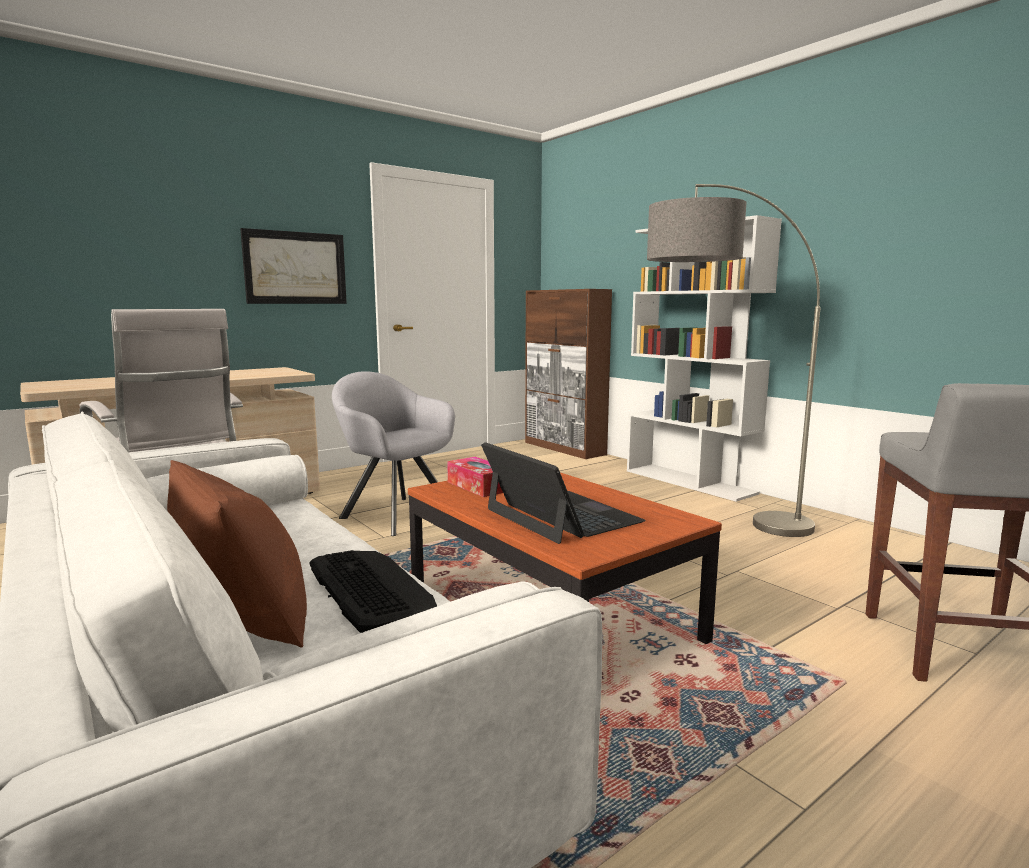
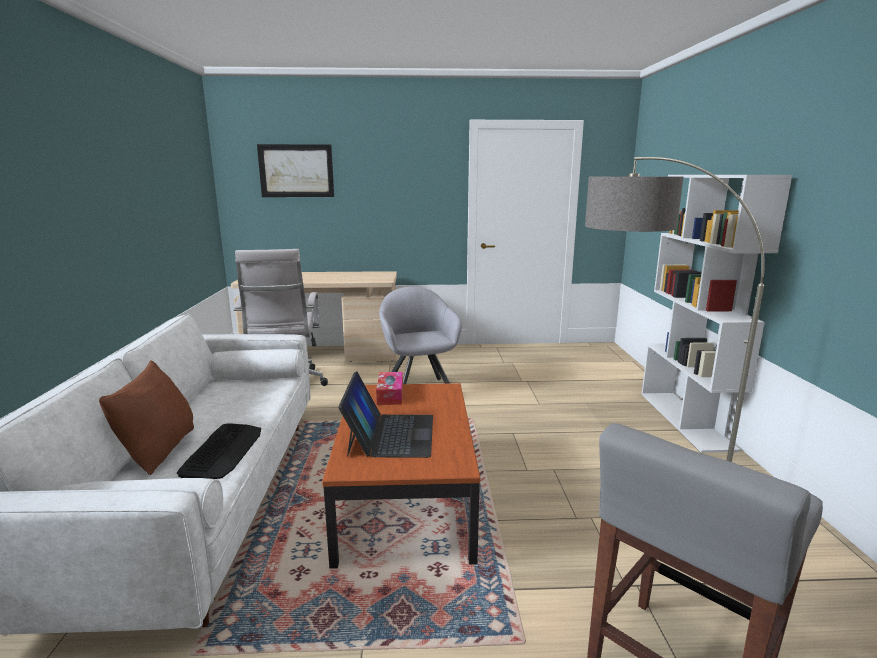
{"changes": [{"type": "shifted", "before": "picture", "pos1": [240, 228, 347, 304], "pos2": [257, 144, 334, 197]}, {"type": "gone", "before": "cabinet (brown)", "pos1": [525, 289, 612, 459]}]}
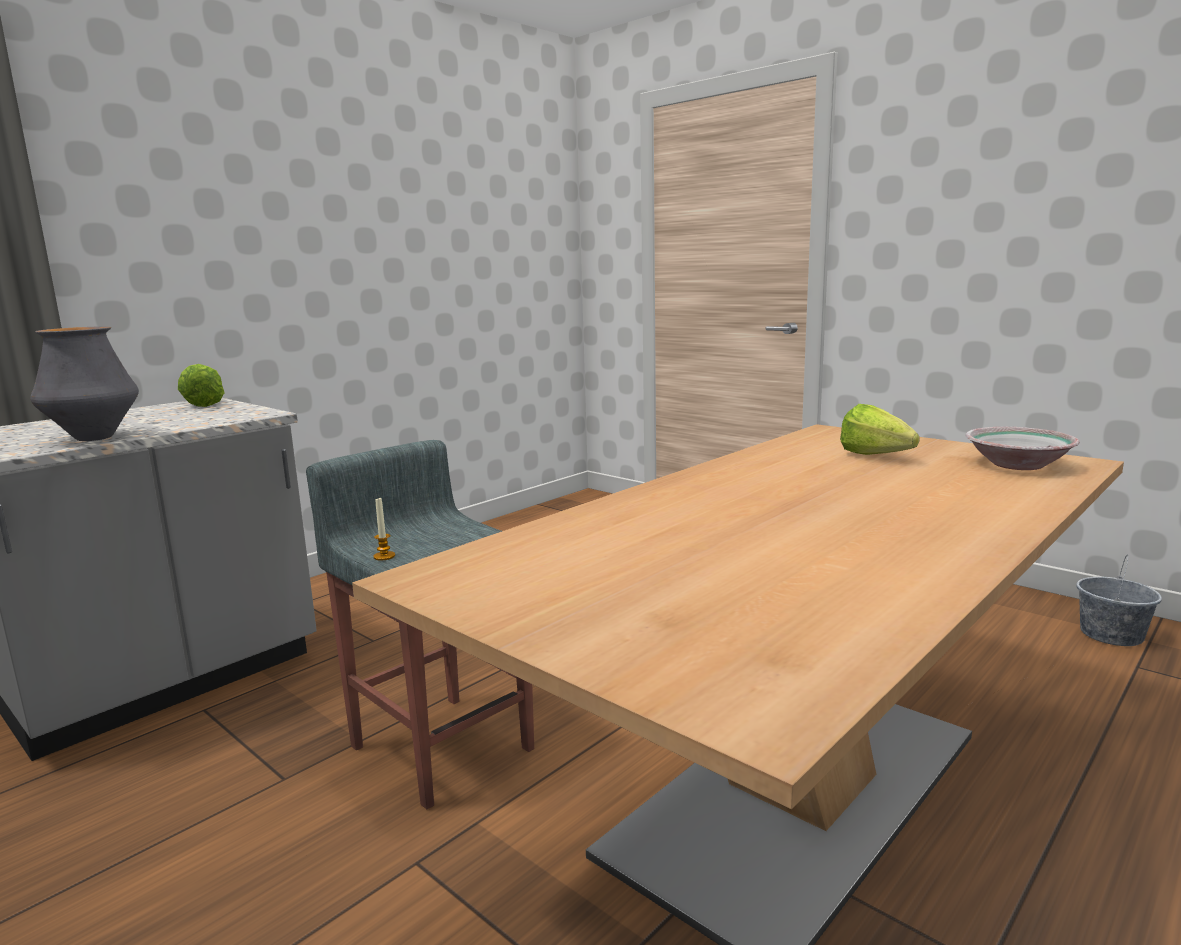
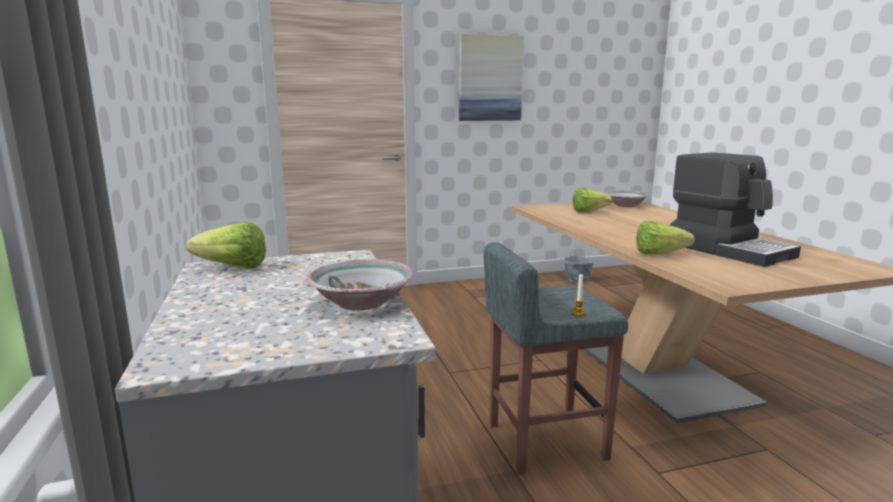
{"changes": [{"type": "swapped", "before": "vase", "after": "bowl", "pos1": [30, 326, 139, 441], "pos2": [306, 259, 414, 310]}, {"type": "new", "after": "picture", "pos2": [459, 34, 524, 121]}, {"type": "new", "after": "coffee machine", "pos2": [670, 152, 801, 267]}, {"type": "new", "after": "lettuce", "pos2": [637, 221, 695, 254]}]}
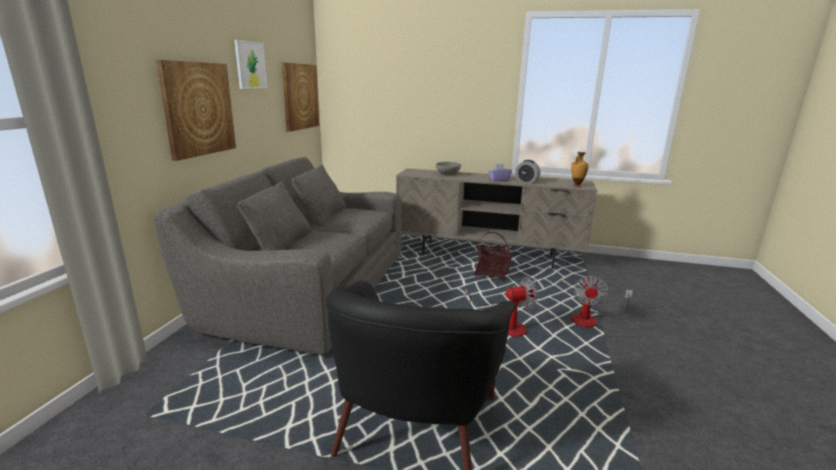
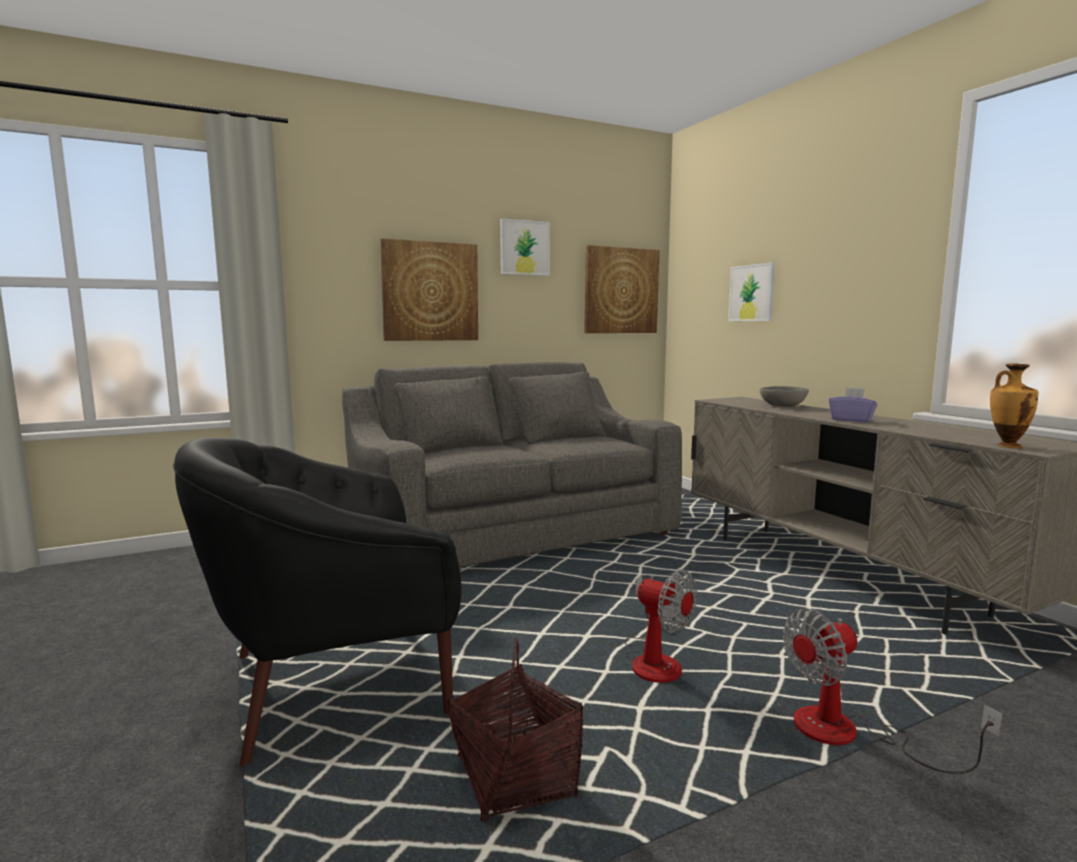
{"changes": [{"type": "gone", "before": "alarm clock", "pos1": [515, 160, 540, 183]}, {"type": "shifted", "before": "basket", "pos1": [475, 232, 512, 281], "pos2": [448, 637, 583, 823]}, {"type": "new", "after": "picture", "pos2": [728, 262, 775, 321]}]}
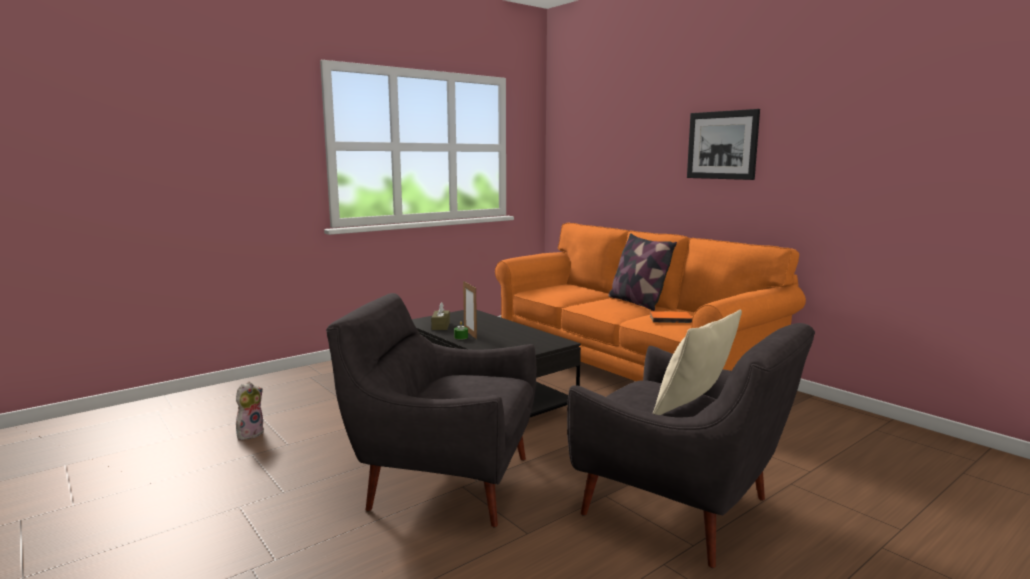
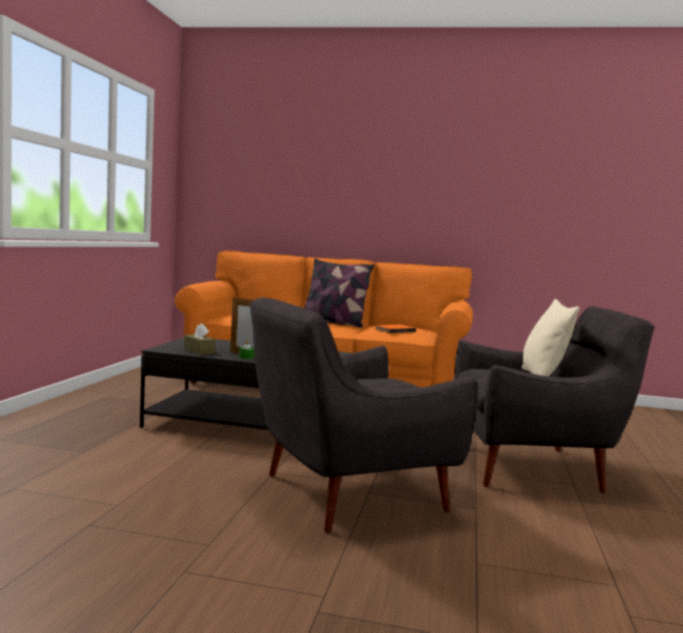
{"changes": [{"type": "gone", "before": "picture", "pos1": [687, 109, 760, 180]}, {"type": "gone", "before": "plush toy", "pos1": [236, 382, 264, 440]}]}
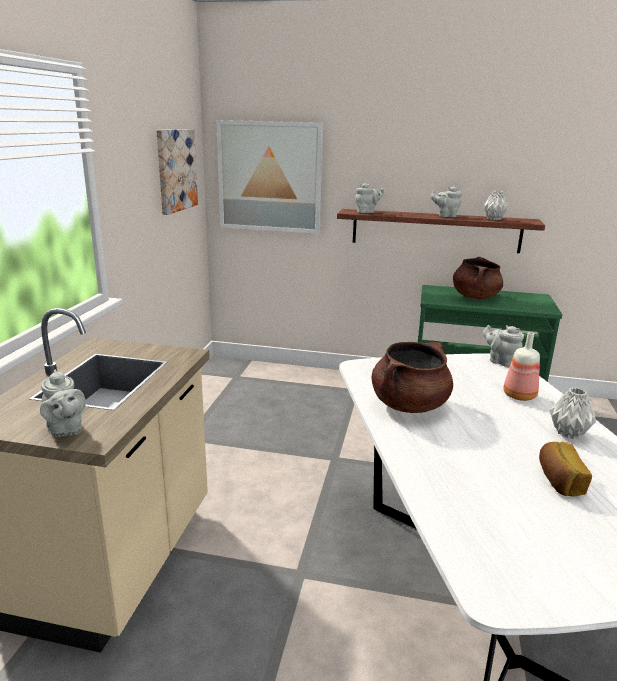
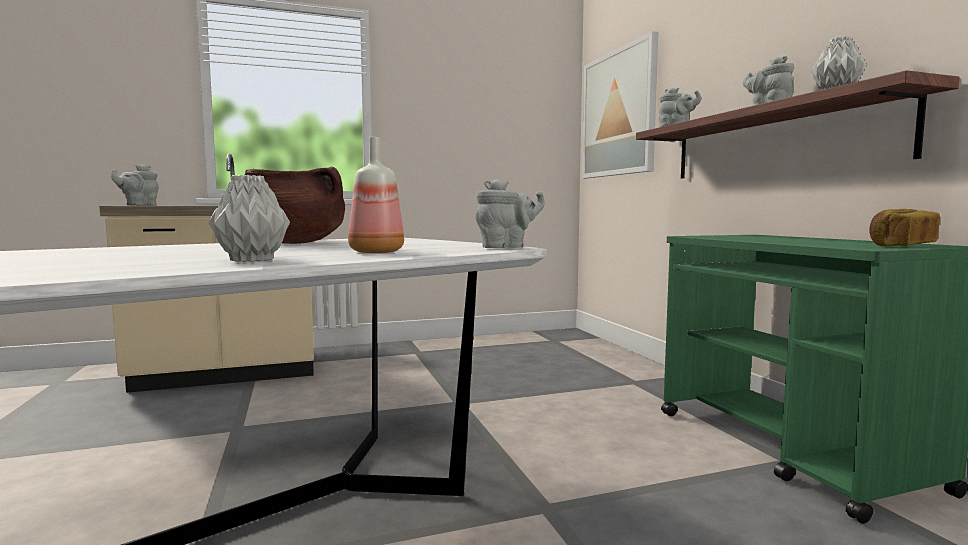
{"changes": [{"type": "gone", "before": "picture", "pos1": [156, 129, 198, 215]}, {"type": "gone", "before": "cooking pot (brown)", "pos1": [453, 257, 503, 299]}, {"type": "rotated", "before": "teapot (grey)", "pos1": [483, 325, 524, 367], "pos2": [475, 179, 545, 248], "turn": 60}, {"type": "shifted", "before": "bread", "pos1": [539, 442, 592, 496], "pos2": [869, 209, 940, 247]}]}
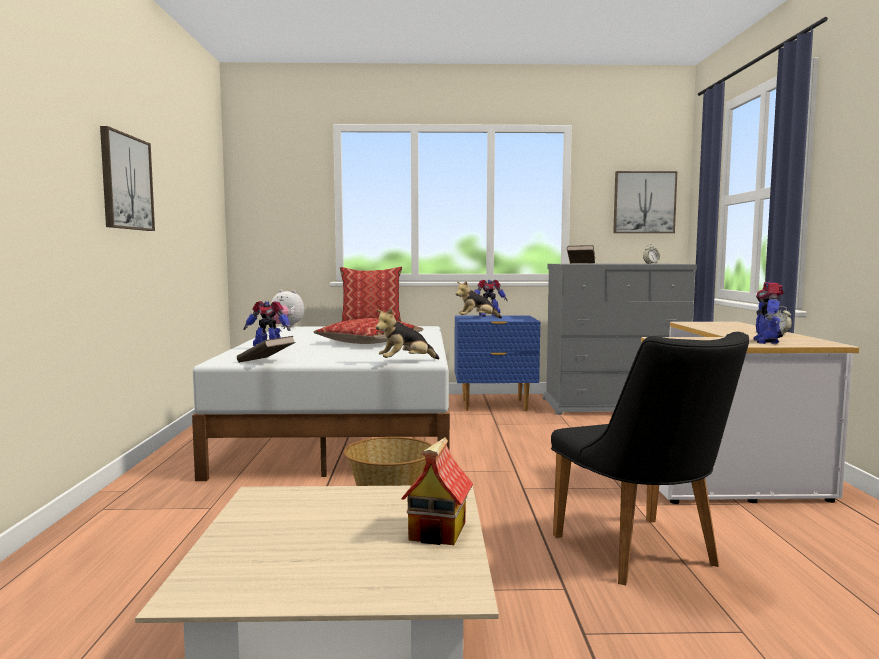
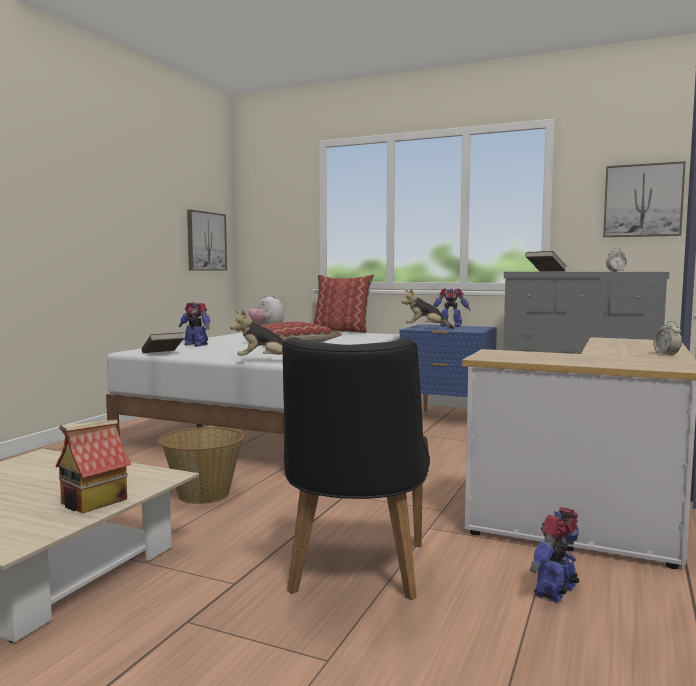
{"changes": [{"type": "shifted", "before": "picture", "pos1": [100, 126, 155, 231], "pos2": [187, 210, 227, 271]}, {"type": "shifted", "before": "toy robot", "pos1": [753, 281, 784, 344], "pos2": [530, 507, 579, 602]}]}
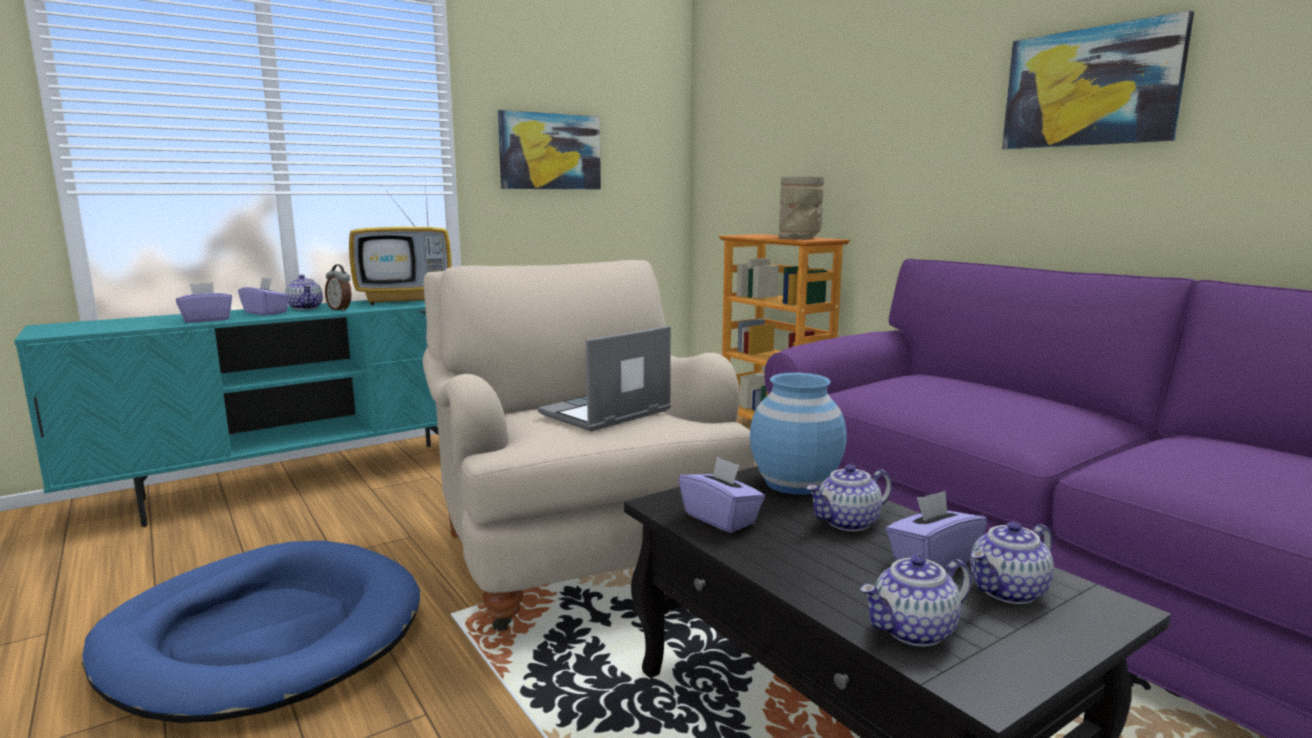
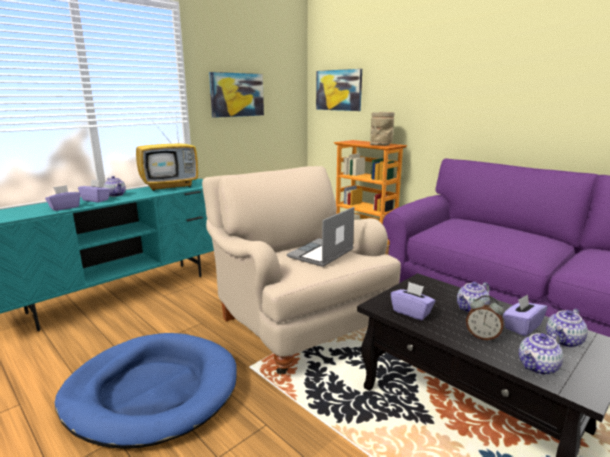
{"changes": [{"type": "shifted", "before": "picture", "pos1": [1002, 10, 1194, 149], "pos2": [316, 69, 362, 111]}, {"type": "shifted", "before": "alarm clock", "pos1": [325, 264, 352, 311], "pos2": [466, 295, 504, 341]}, {"type": "gone", "before": "vase (blue)", "pos1": [750, 373, 847, 495]}]}
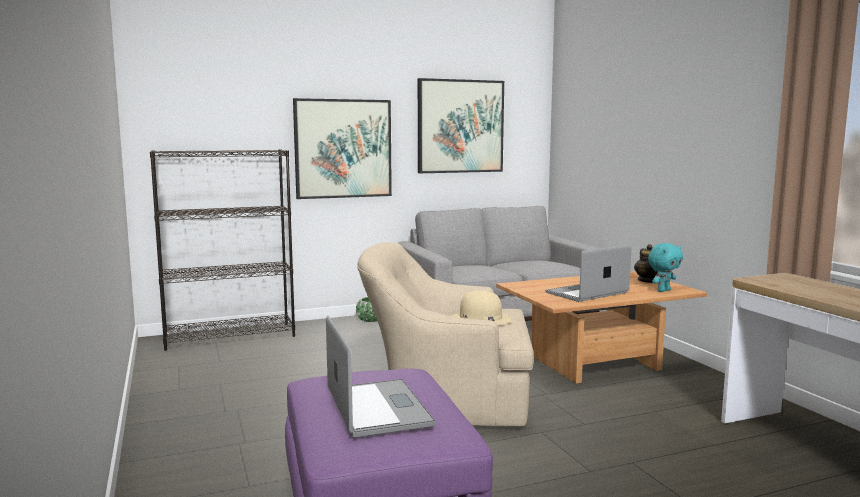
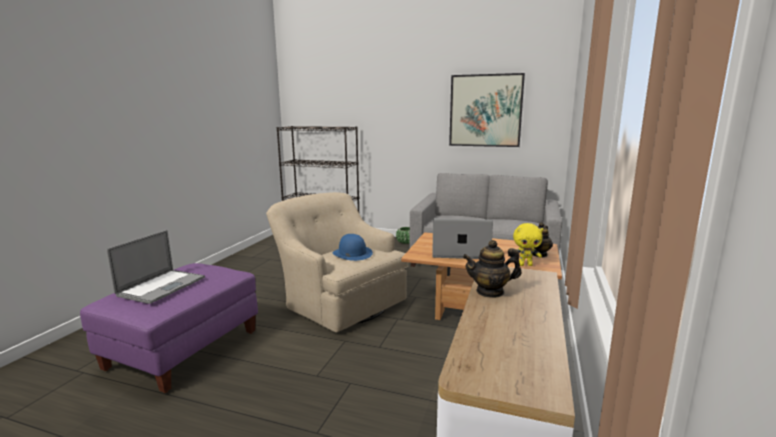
{"changes": [{"type": "gone", "before": "picture", "pos1": [293, 98, 392, 199]}, {"type": "repainted", "before": "plush toy (turquoise)", "after": "plush toy (yellow)", "pos1": [648, 243, 683, 292], "pos2": [513, 223, 543, 266]}, {"type": "repainted", "before": "hat (beige)", "after": "hat (blue)", "pos1": [451, 291, 511, 325], "pos2": [333, 234, 373, 261]}, {"type": "new", "after": "teapot", "pos2": [463, 240, 521, 298]}]}
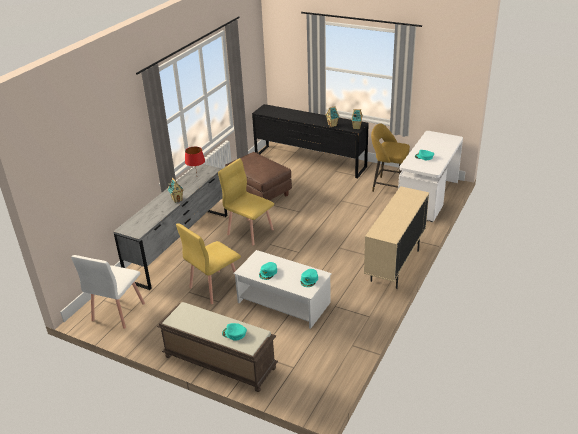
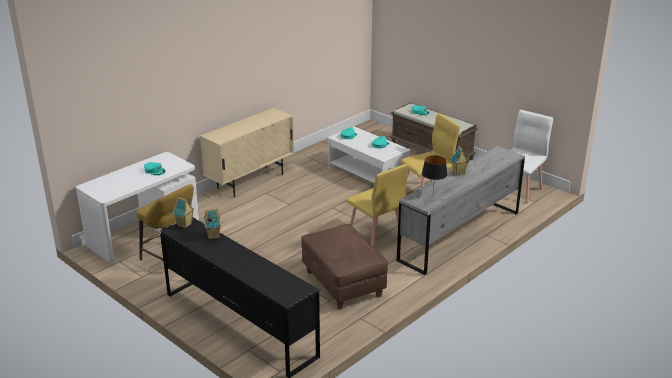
{"changes": [{"type": "repainted", "before": "table lamp (red)", "after": "table lamp (black)", "pos1": [185, 147, 205, 174], "pos2": [422, 155, 447, 193]}]}
